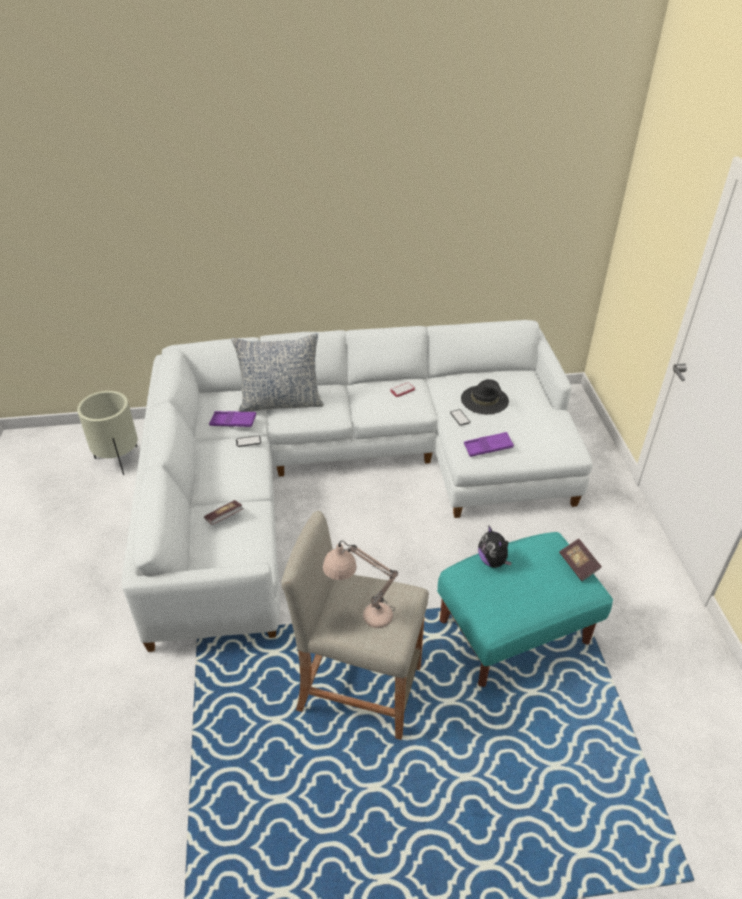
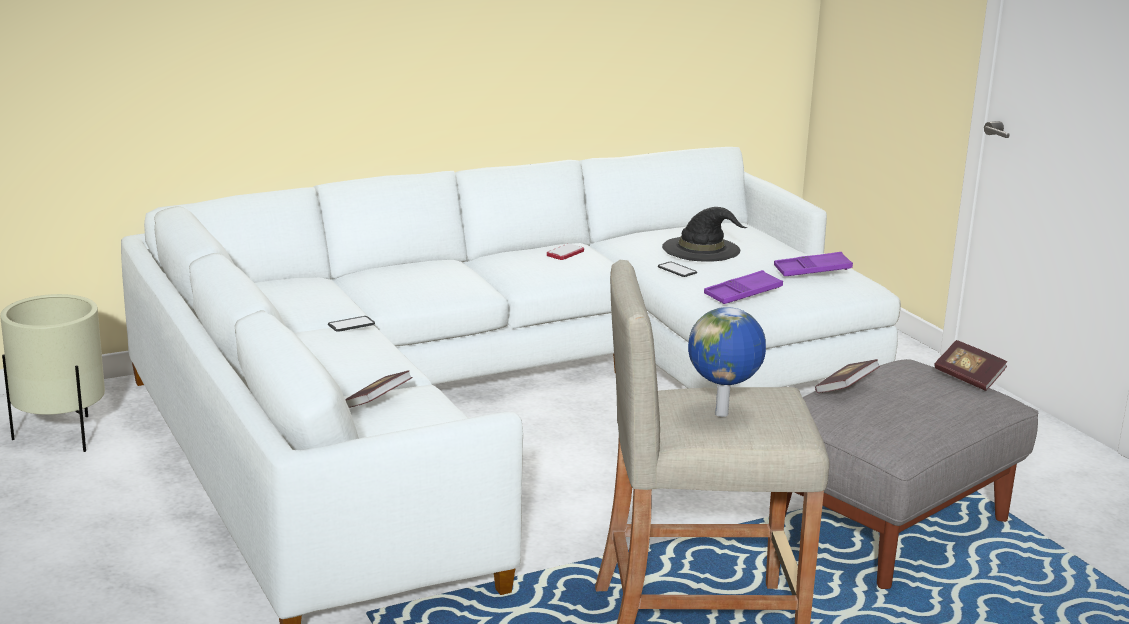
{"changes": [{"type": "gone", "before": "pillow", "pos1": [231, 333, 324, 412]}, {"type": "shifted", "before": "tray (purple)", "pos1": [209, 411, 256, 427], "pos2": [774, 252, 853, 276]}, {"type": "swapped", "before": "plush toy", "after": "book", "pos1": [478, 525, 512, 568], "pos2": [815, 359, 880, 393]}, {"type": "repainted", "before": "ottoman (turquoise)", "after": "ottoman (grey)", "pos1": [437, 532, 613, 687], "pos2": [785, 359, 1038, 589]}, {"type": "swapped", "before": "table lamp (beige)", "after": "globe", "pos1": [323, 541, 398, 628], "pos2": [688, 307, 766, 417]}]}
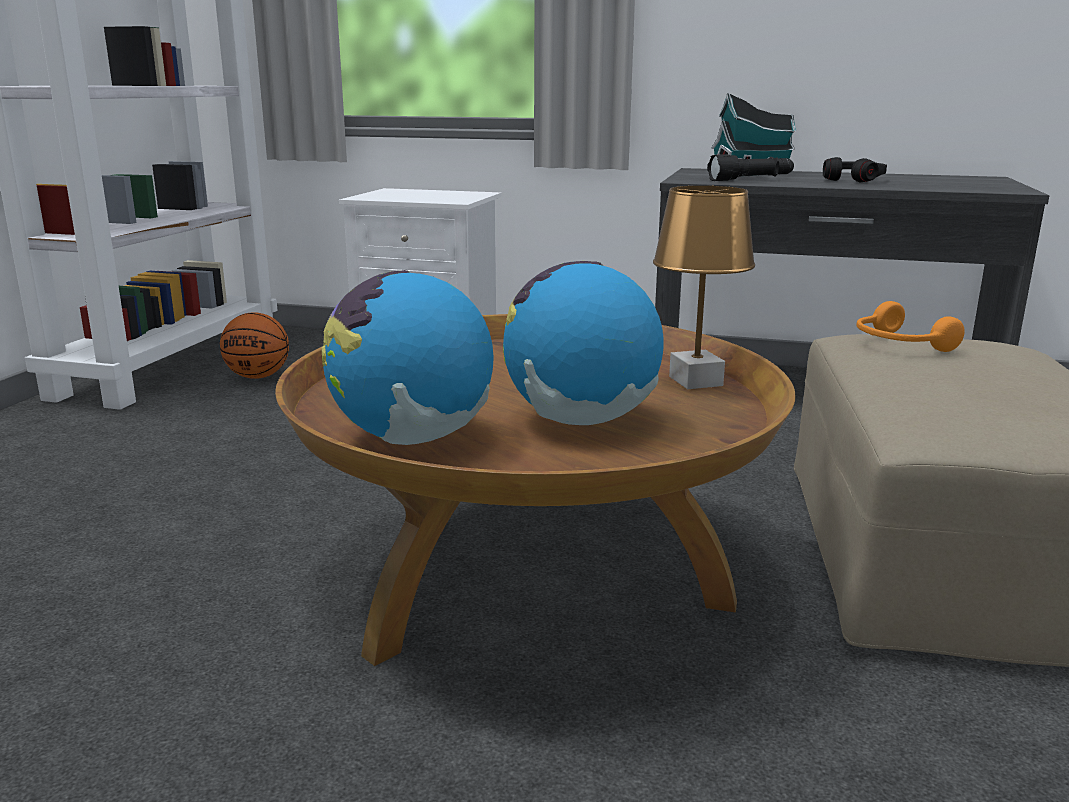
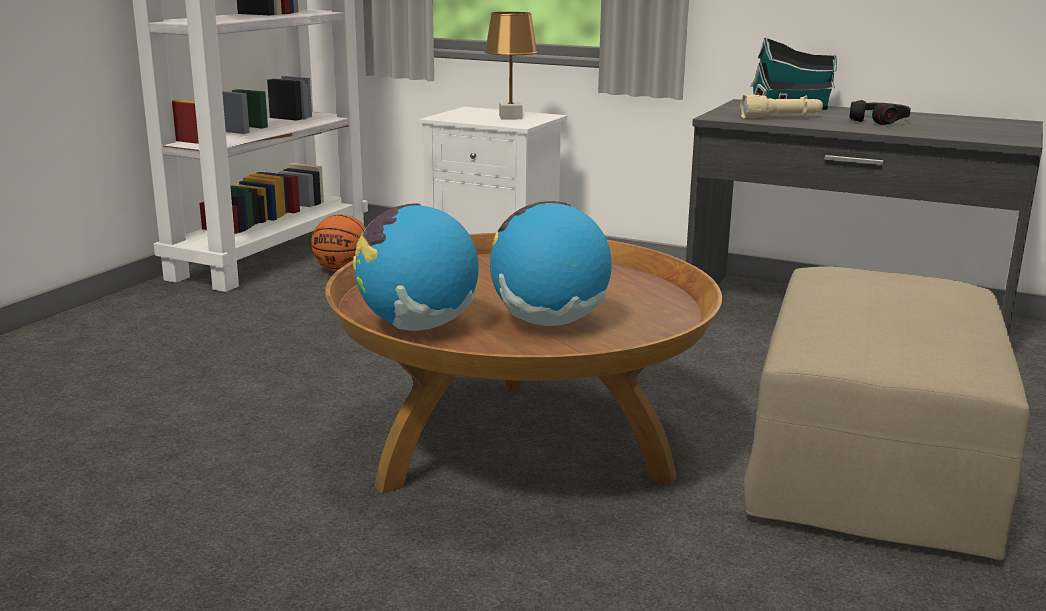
{"changes": [{"type": "repainted", "before": "flashlight (black)", "after": "flashlight (beige)", "pos1": [707, 154, 794, 181], "pos2": [740, 95, 823, 118]}, {"type": "shifted", "before": "table lamp (brown)", "pos1": [653, 186, 755, 389], "pos2": [485, 12, 538, 119]}, {"type": "gone", "before": "headphones (orange)", "pos1": [856, 301, 965, 352]}]}
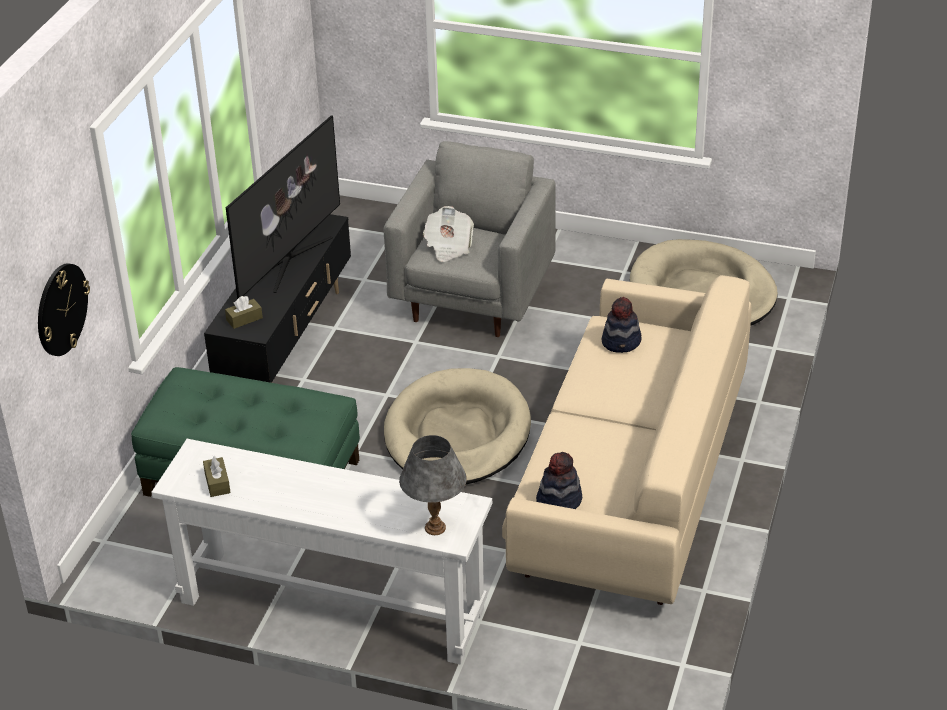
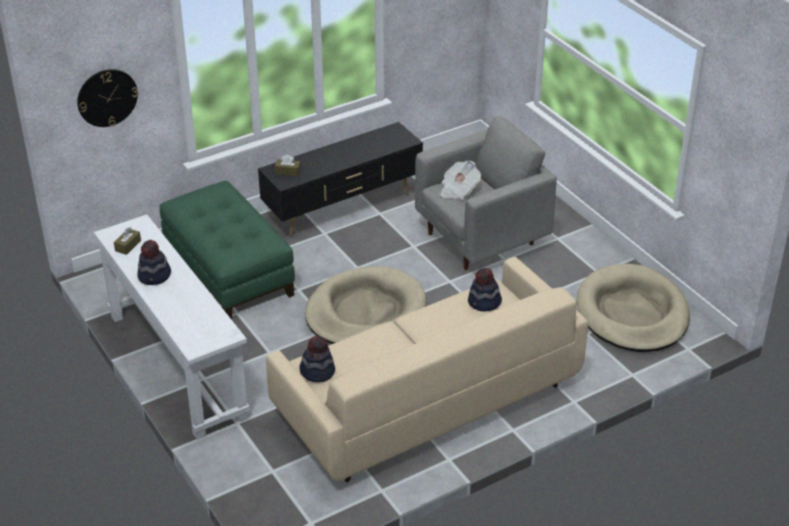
{"changes": [{"type": "gone", "before": "television", "pos1": [226, 115, 340, 299]}, {"type": "gone", "before": "table lamp (grey)", "pos1": [399, 435, 467, 535]}, {"type": "new", "after": "hat", "pos2": [137, 240, 171, 285]}]}
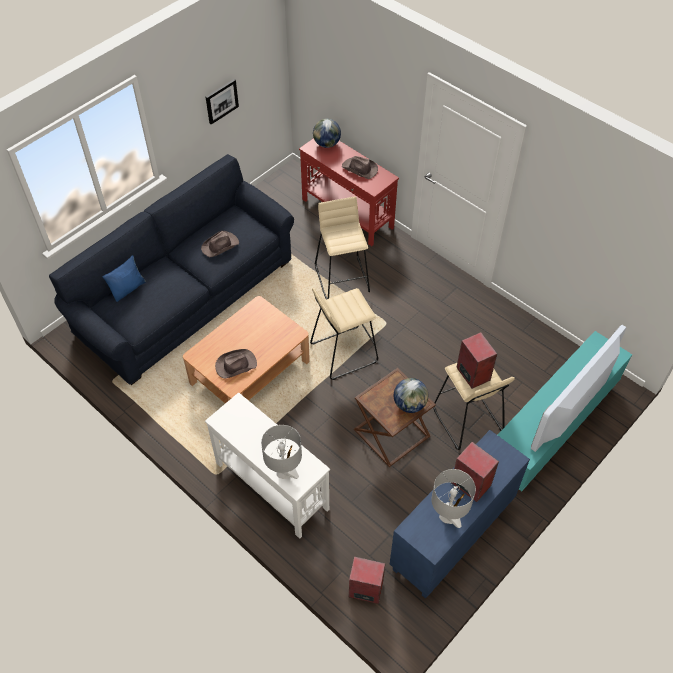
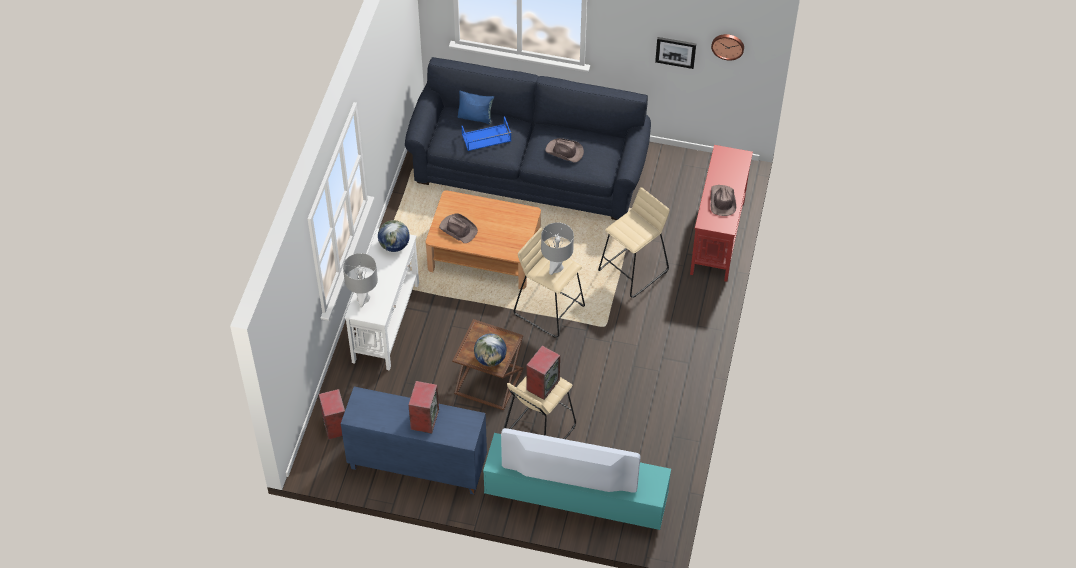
{"changes": [{"type": "shifted", "before": "globe", "pos1": [313, 119, 341, 148], "pos2": [378, 220, 410, 252]}, {"type": "shifted", "before": "table lamp (grey)", "pos1": [431, 469, 476, 528], "pos2": [541, 222, 574, 275]}, {"type": "new", "after": "wall clock", "pos2": [711, 34, 744, 60]}, {"type": "new", "after": "tray (blue)", "pos2": [462, 116, 511, 151]}]}
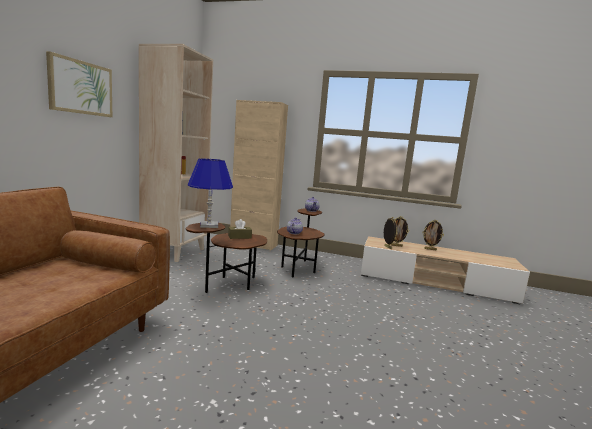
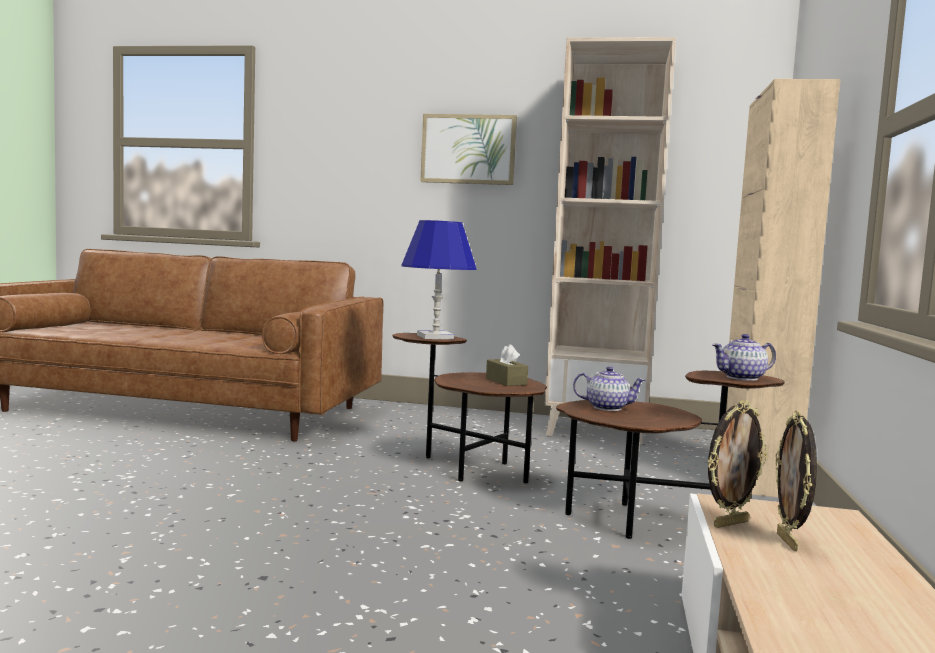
{"changes": [{"type": "gone", "before": "picture frame", "pos1": [423, 220, 444, 250]}]}
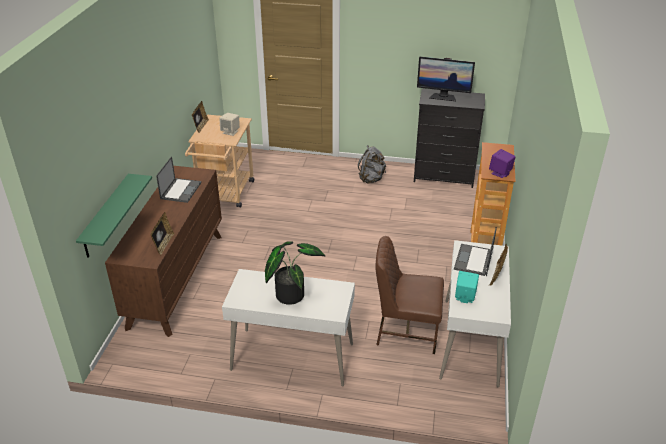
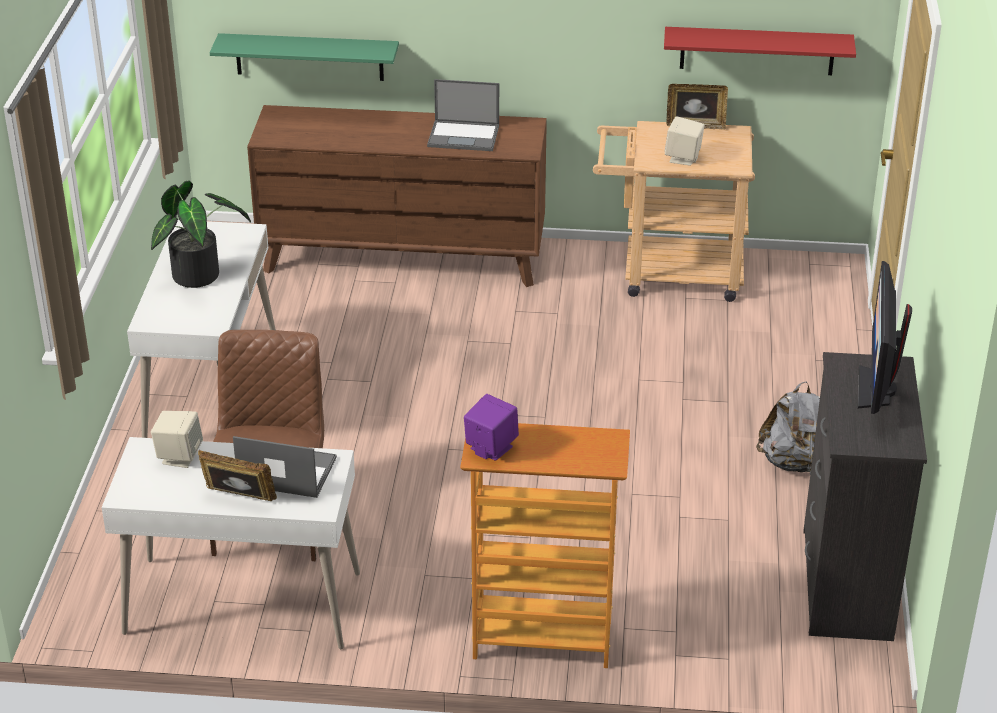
{"changes": [{"type": "gone", "before": "picture frame", "pos1": [150, 212, 175, 255]}, {"type": "repainted", "before": "speaker (turquoise)", "after": "speaker (beige)", "pos1": [455, 271, 479, 303], "pos2": [151, 411, 203, 468]}, {"type": "new", "after": "shelf (red)", "pos2": [664, 27, 856, 75]}]}
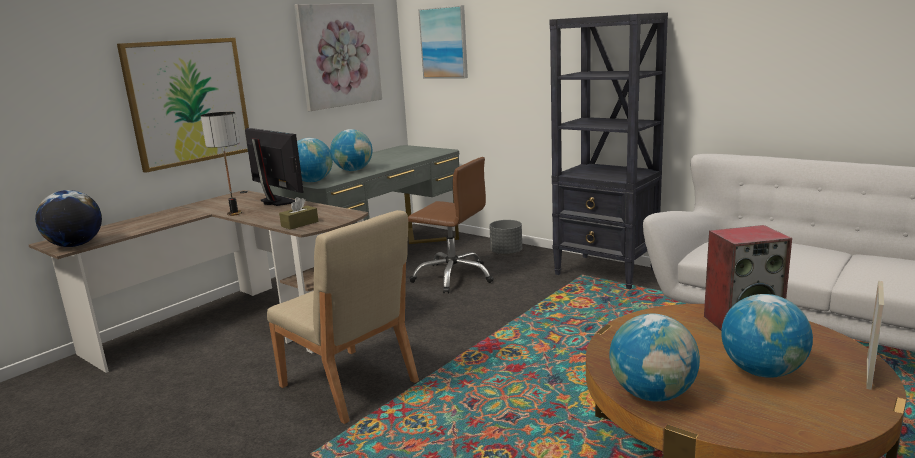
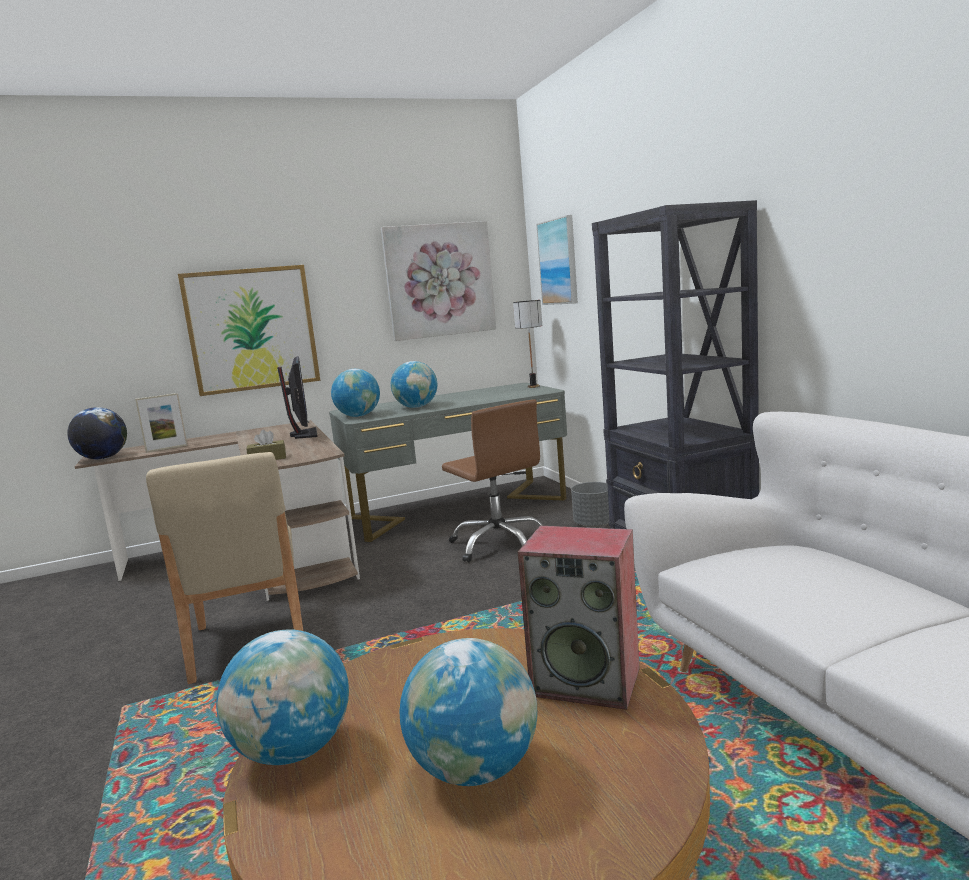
{"changes": [{"type": "shifted", "before": "table lamp", "pos1": [200, 112, 242, 216], "pos2": [513, 300, 542, 388]}, {"type": "shifted", "before": "picture frame", "pos1": [866, 281, 884, 390], "pos2": [135, 393, 188, 453]}]}
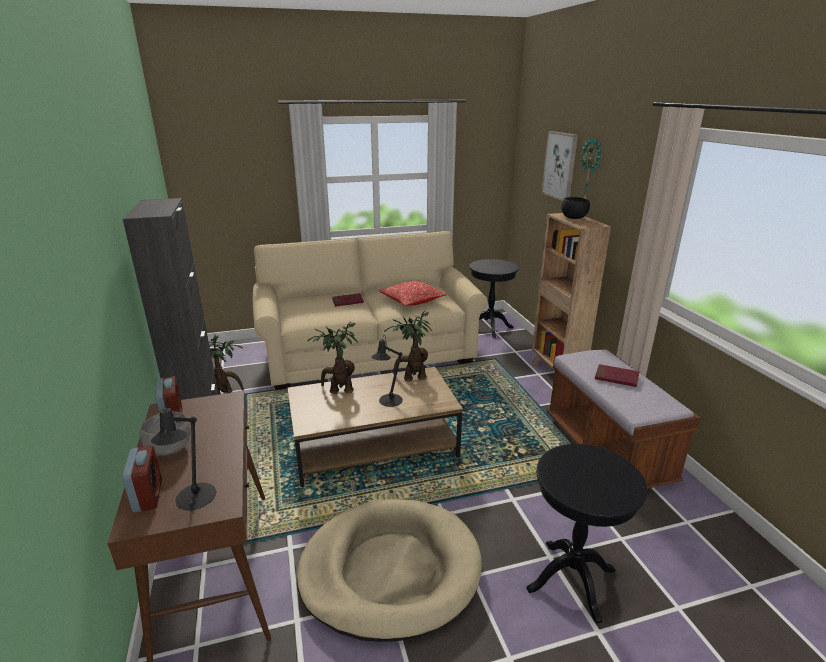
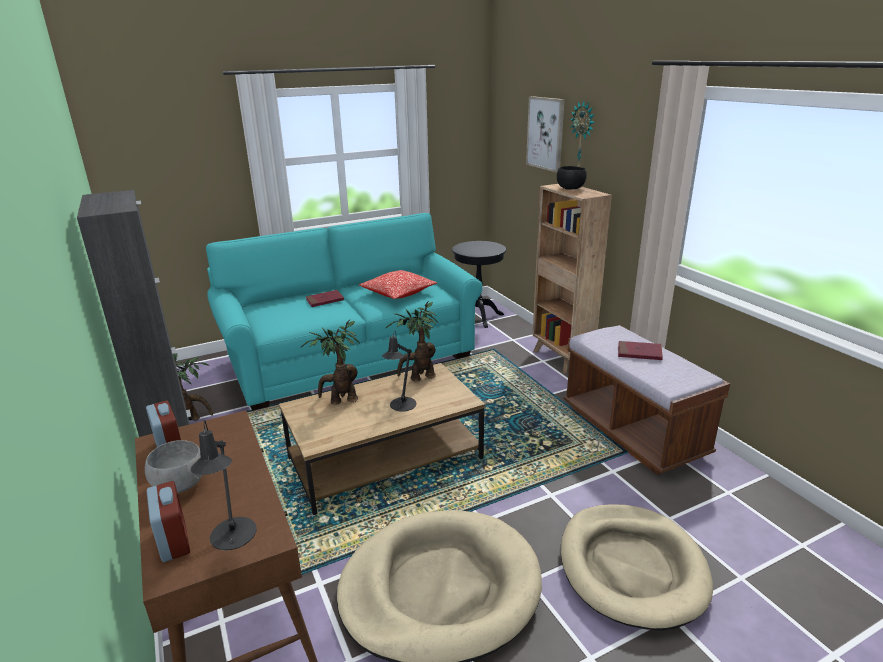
{"changes": [{"type": "repainted", "before": "sofa (beige)", "after": "sofa (turquoise)", "pos1": [253, 231, 488, 390], "pos2": [206, 213, 483, 411]}, {"type": "swapped", "before": "side table (black)", "after": "dog bed (beige)", "pos1": [526, 444, 648, 624], "pos2": [561, 504, 713, 631]}]}
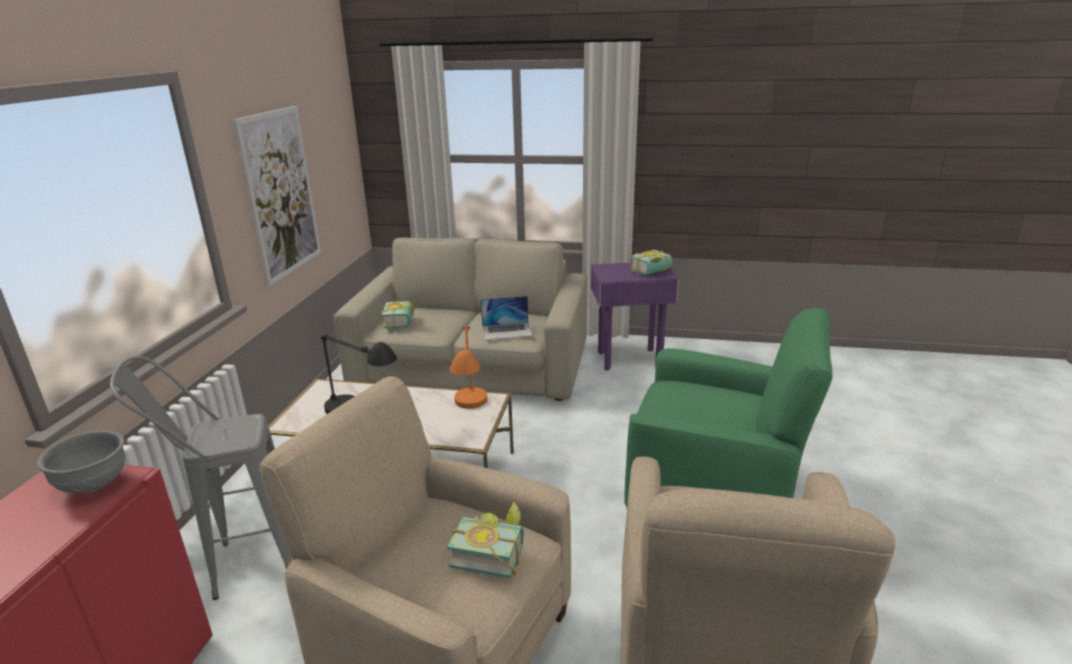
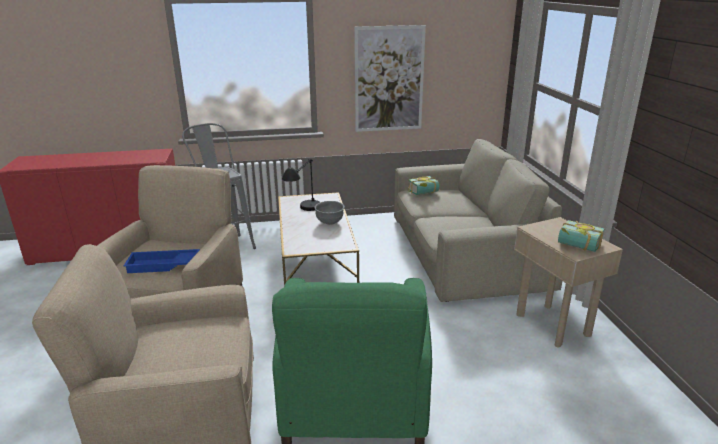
{"changes": [{"type": "repainted", "before": "side table (purple)", "after": "side table (beige)", "pos1": [591, 262, 679, 370], "pos2": [514, 217, 623, 348]}, {"type": "gone", "before": "laptop", "pos1": [481, 296, 533, 340]}, {"type": "gone", "before": "table lamp (orange)", "pos1": [450, 326, 487, 409]}, {"type": "shifted", "before": "bowl (grey)", "pos1": [37, 430, 125, 493], "pos2": [315, 201, 345, 225]}, {"type": "swapped", "before": "book", "after": "tray (blue)", "pos1": [447, 502, 524, 578], "pos2": [124, 249, 200, 273]}]}
